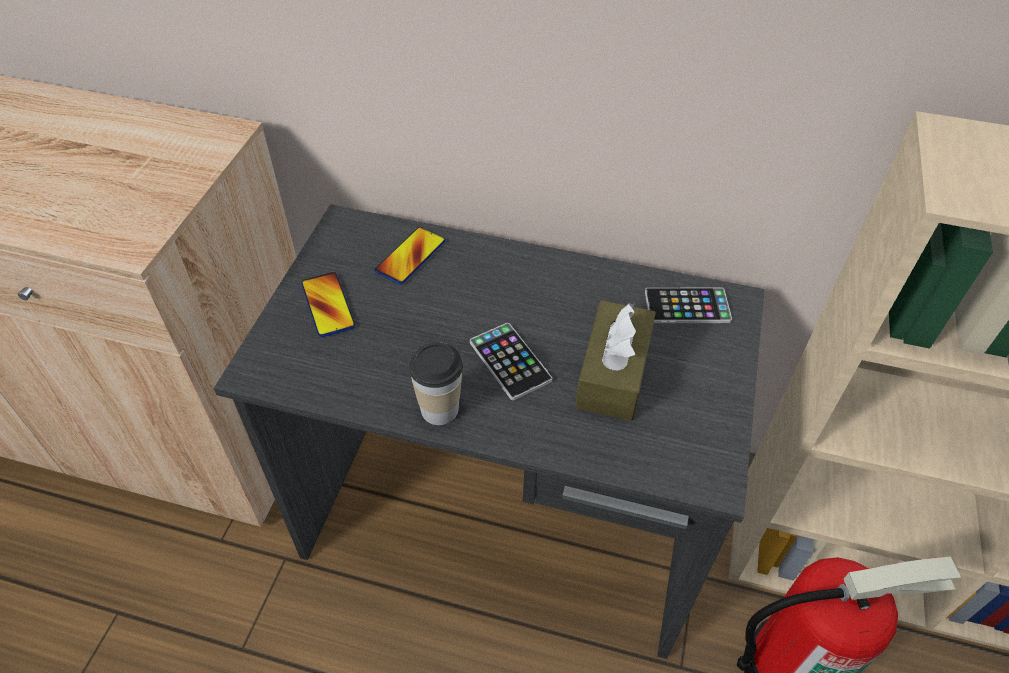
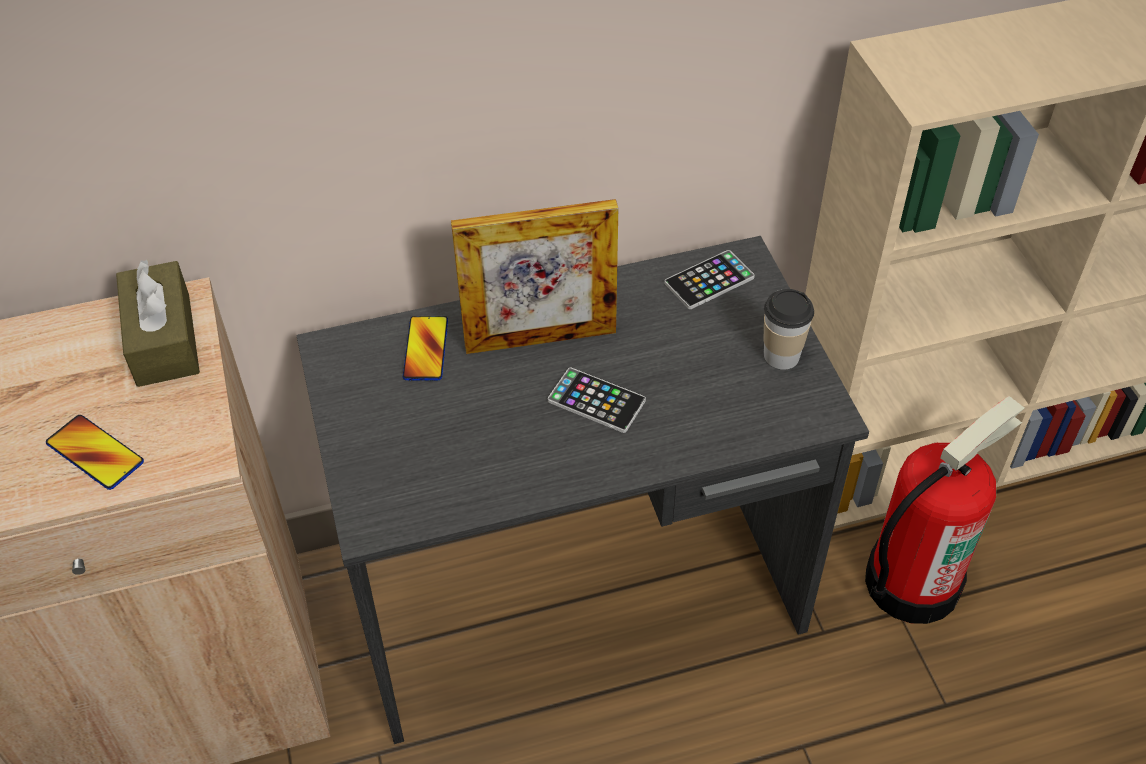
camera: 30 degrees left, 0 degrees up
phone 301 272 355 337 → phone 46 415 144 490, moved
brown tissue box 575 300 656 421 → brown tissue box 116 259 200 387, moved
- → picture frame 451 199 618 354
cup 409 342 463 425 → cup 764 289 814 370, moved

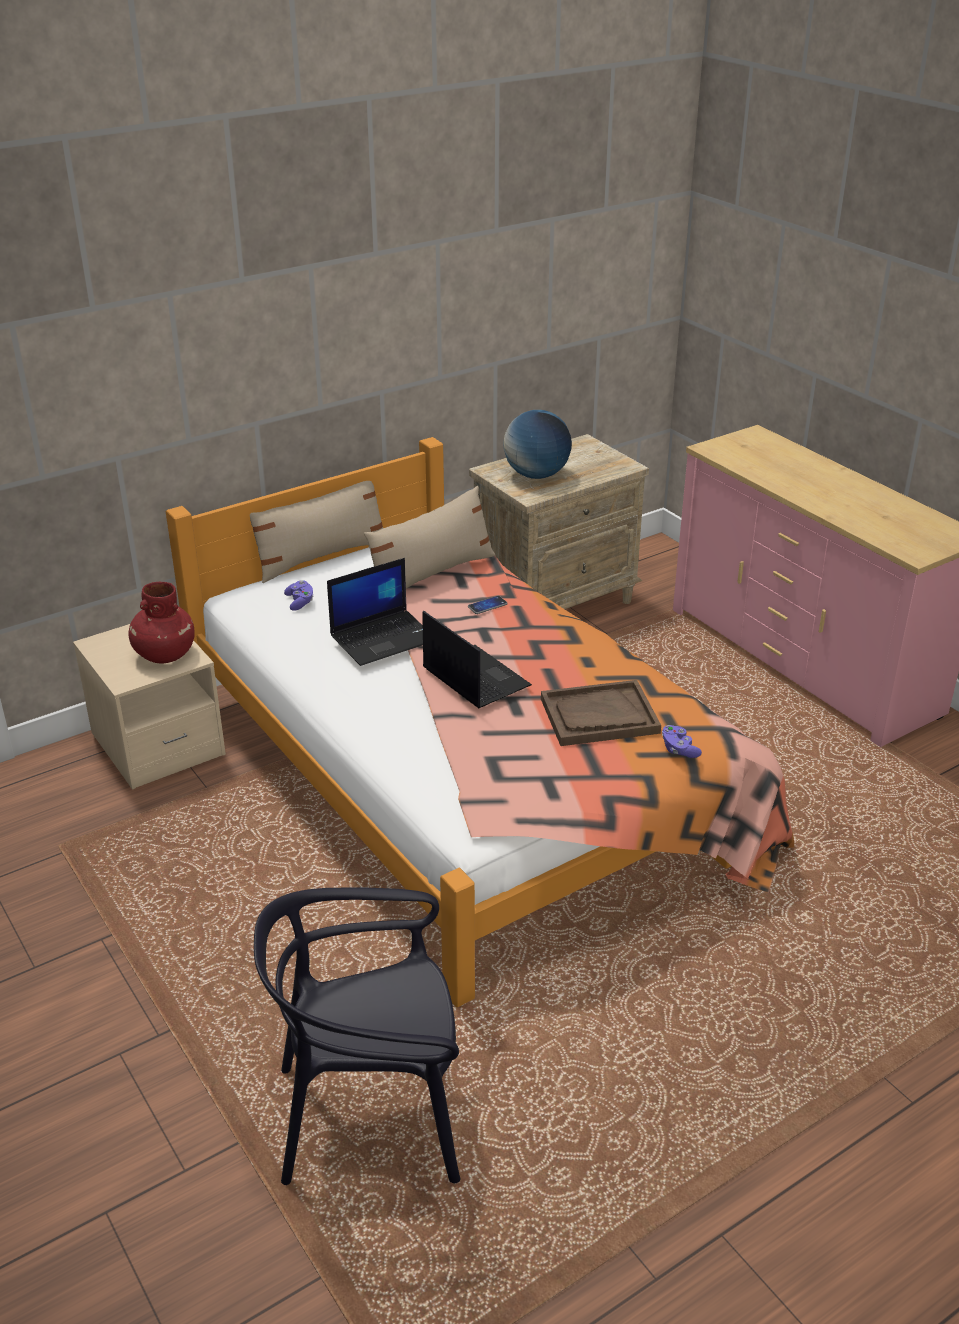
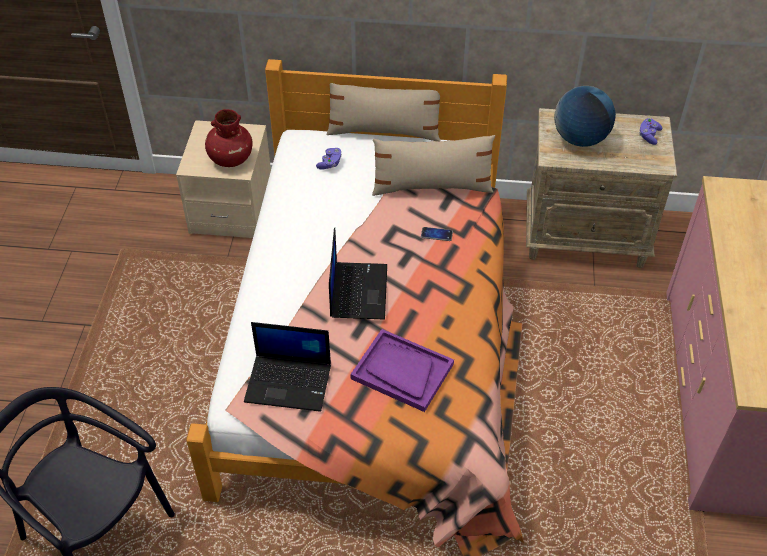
camera: 40 degrees right, 15 degrees up
laptop 327 558 423 666 → laptop 244 322 331 412, moved
brown tray 541 680 661 746 → purple tray 350 329 454 412
purple game controller 662 725 702 758 → purple game controller 639 118 662 145, moved

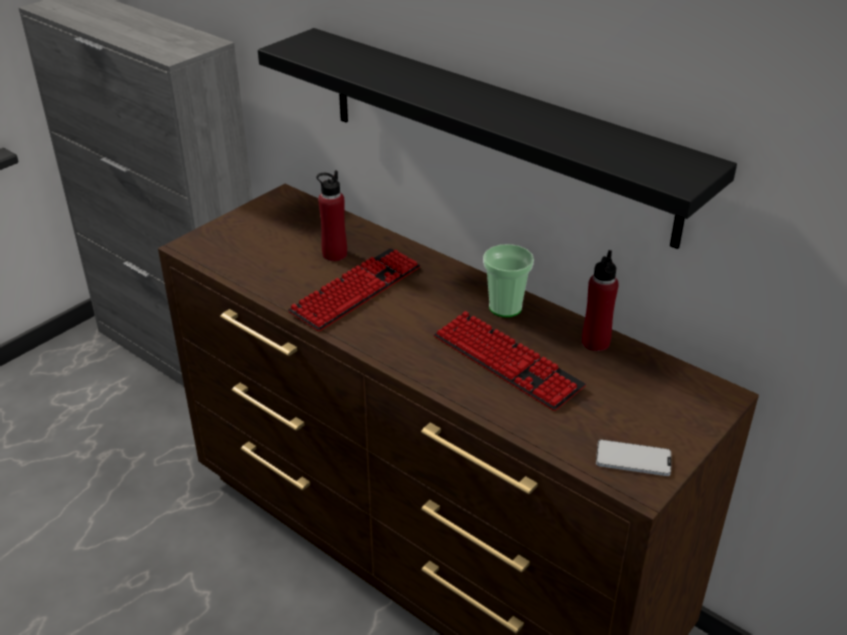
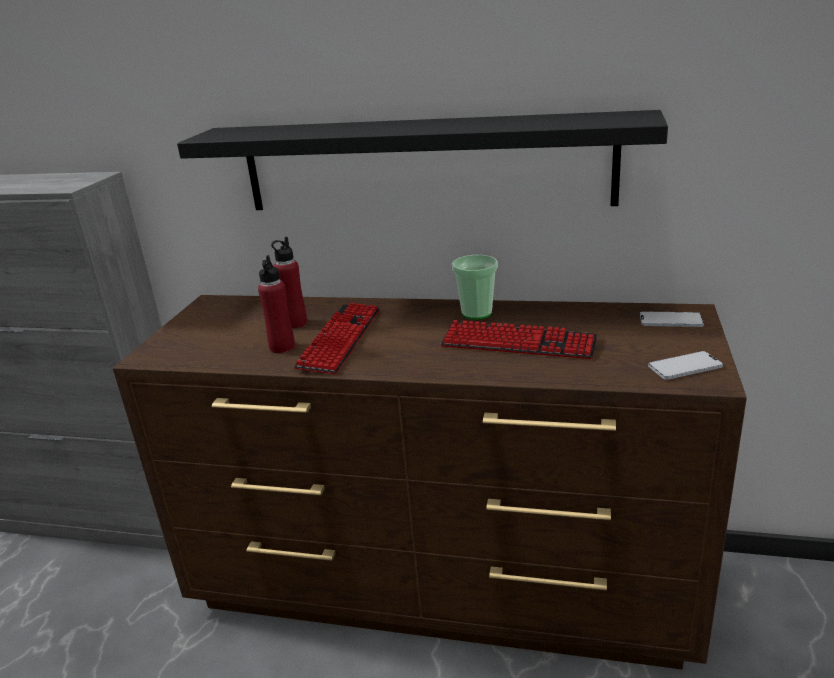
camera: 25 degrees left, 10 degrees down
red bottle 582 250 619 351 → red bottle 258 255 295 353, moved
- → phone 640 312 704 327

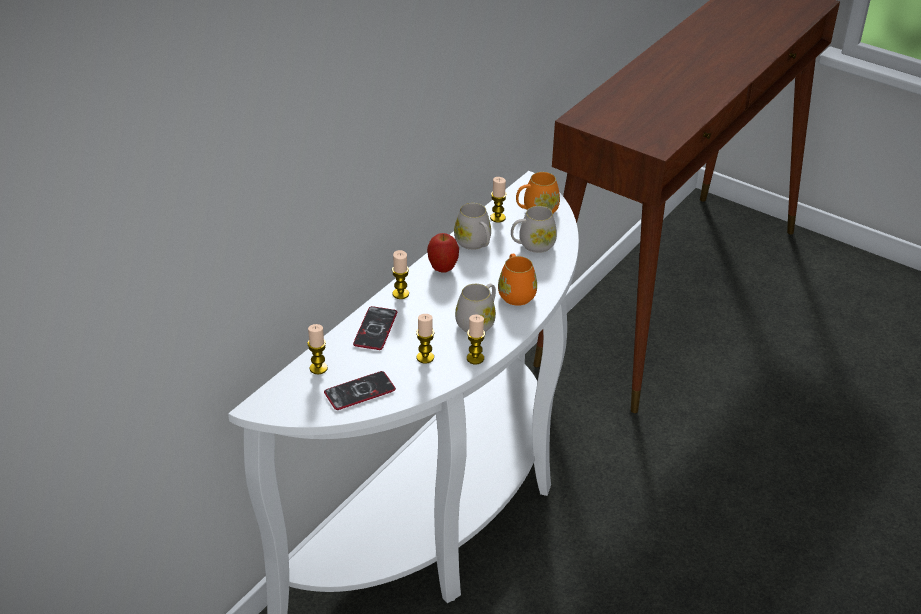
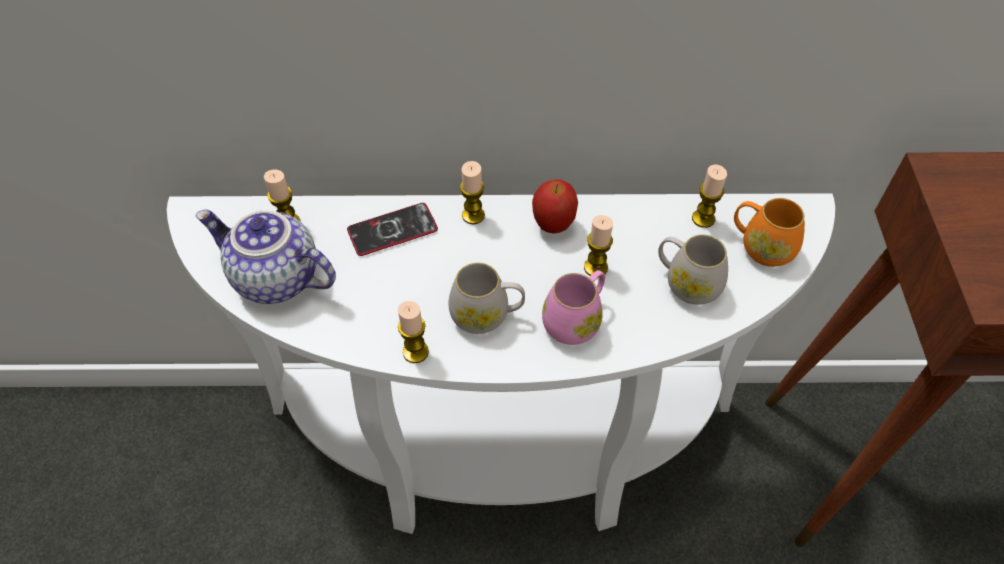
camera: 55 degrees right, 15 degrees up
phone 324 371 396 410 → teapot 196 210 336 304
orange mug 498 254 537 306 → pink mug 542 270 605 345
candle 416 314 434 364 → candle 584 215 613 276, moved
white mug 454 203 491 250 → -

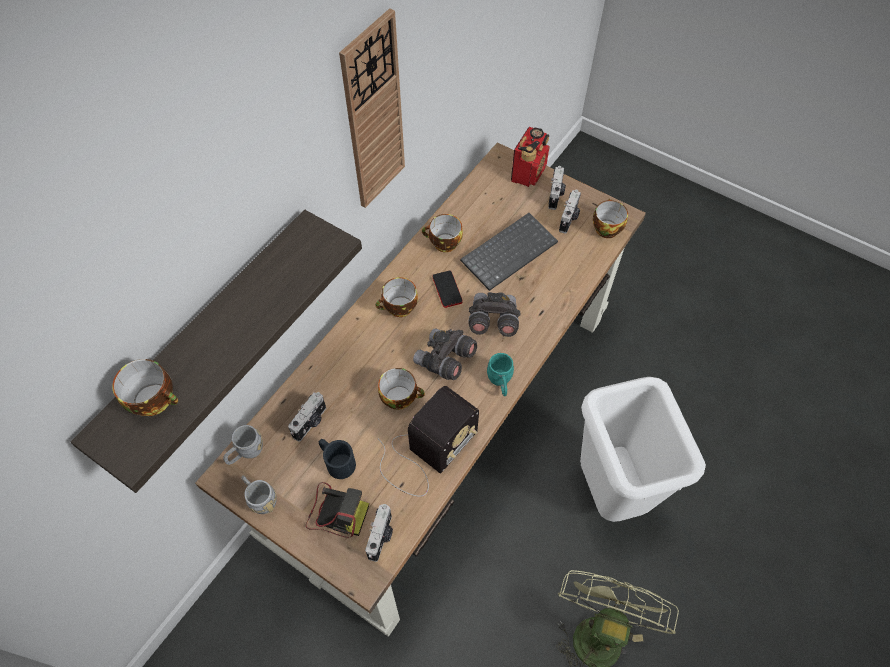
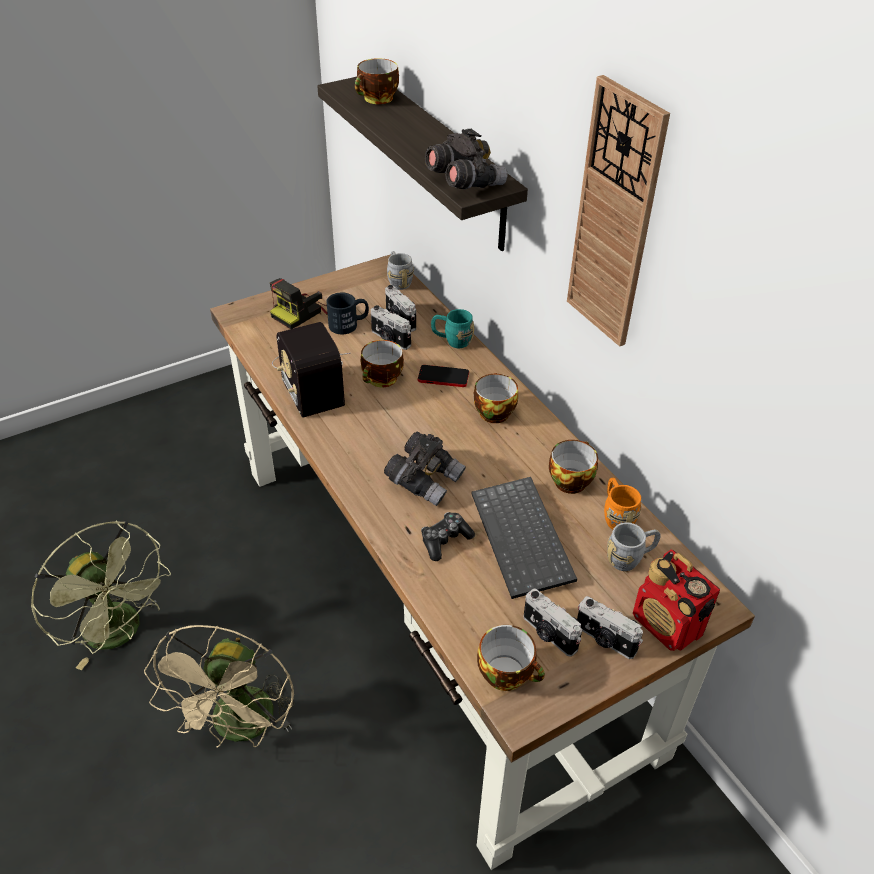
camera: 115 degrees right, 15 degrees down
white trash can 580 377 706 522 → beige fan 144 625 295 748
photo camera 365 504 393 562 → photo camera 371 305 411 350, moved
phone 433 270 463 308 → phone 418 365 469 387, moved
- → game controller 421 512 475 561
grey binoculars 413 328 477 380 → grey binoculars 425 129 507 189, moved
turquoise mug 487 353 514 396 → turquoise mug 431 309 474 348, moved
- → orange mug 604 478 642 530
grey mug 241 475 277 514 → grey mug 607 522 661 571, moved

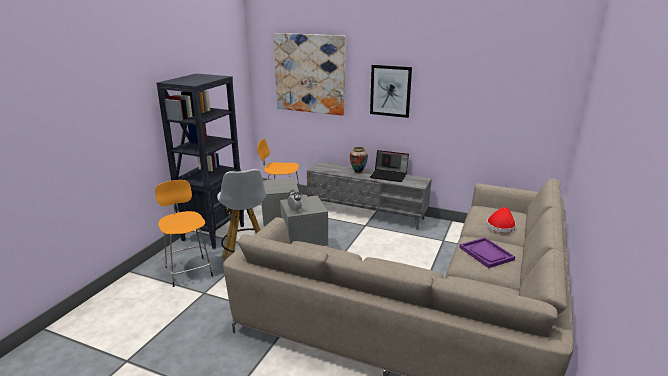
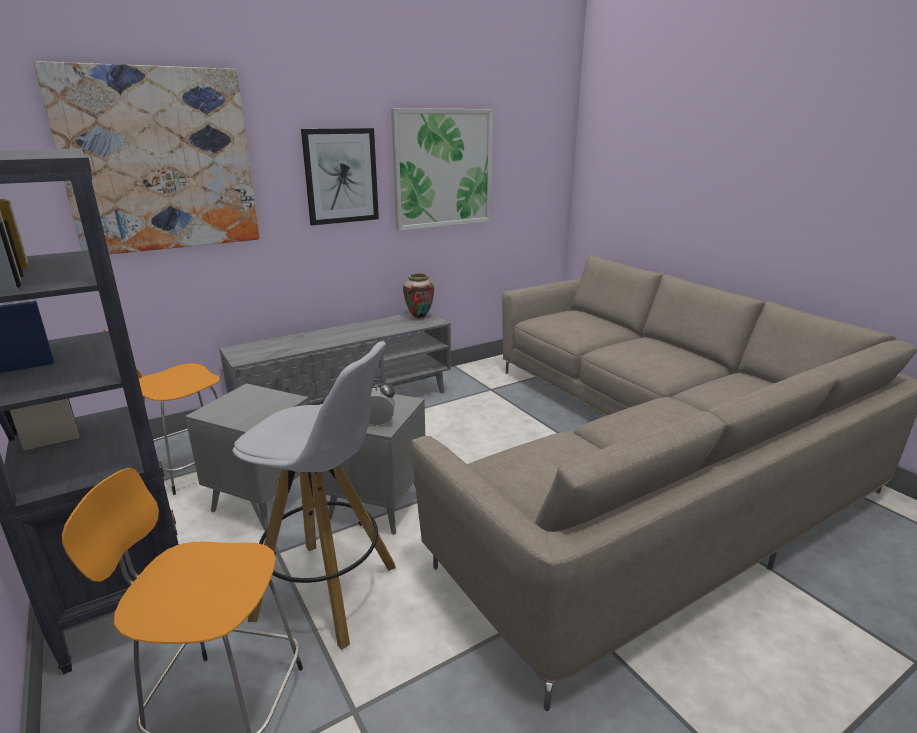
camera: 55 degrees left, 0 degrees up
- → picture 391 108 493 231
vase 350 147 368 173 → vase 403 273 434 319, moved
laptop 370 150 409 182 → -
purple tray 459 237 515 268 → -
red hat 487 207 516 233 → -

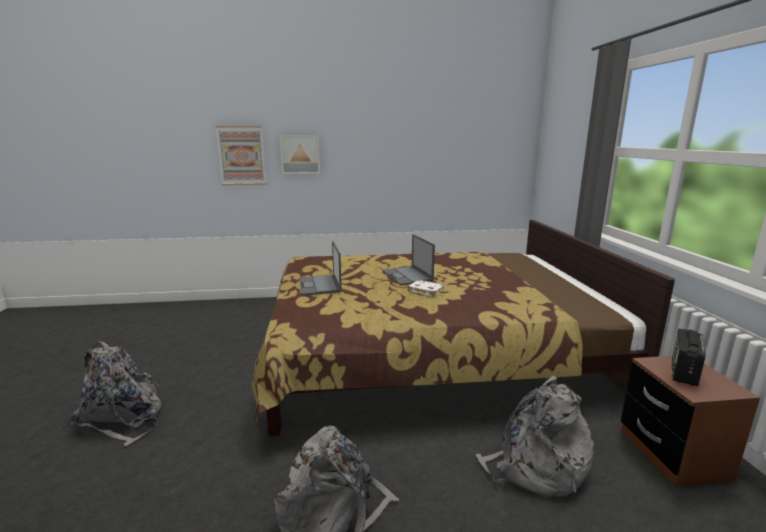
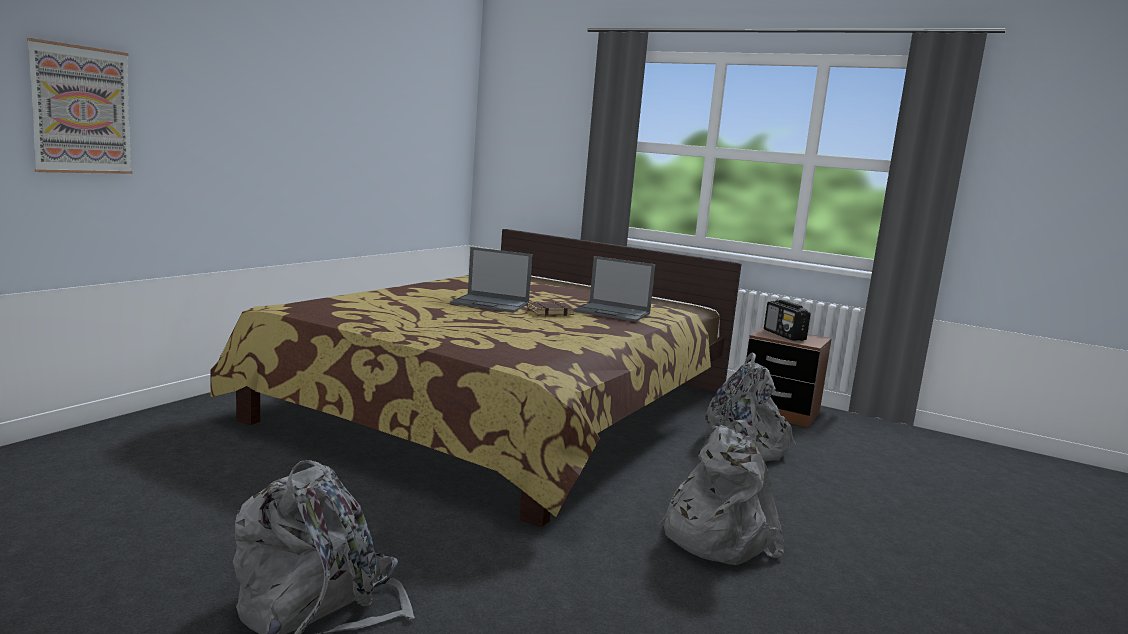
camera: 55 degrees left, 5 degrees down
white book 407 280 445 296 → brown book 527 302 575 316
laptop 299 241 341 296 → laptop 574 256 655 322, moved
picture 280 135 320 174 → -

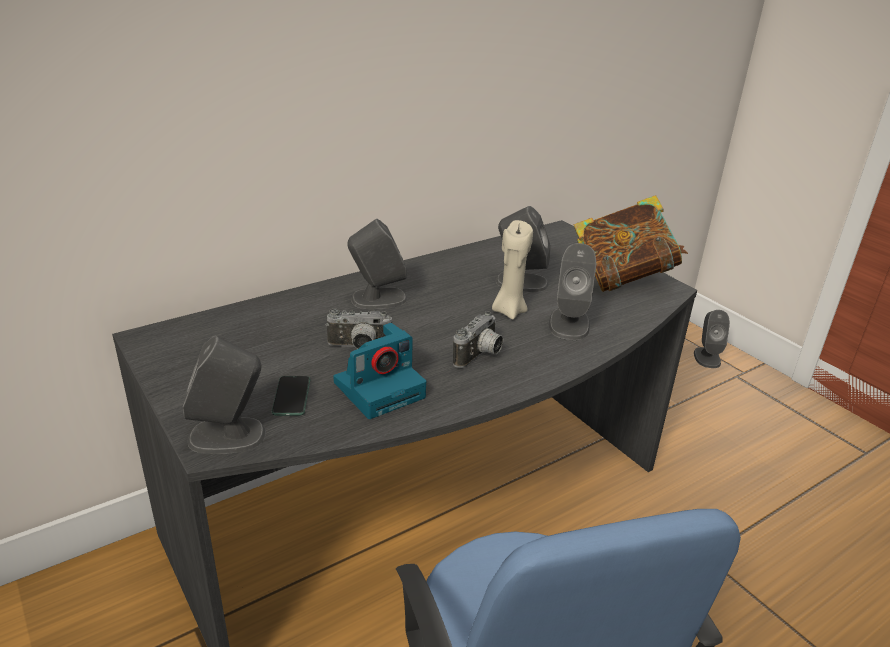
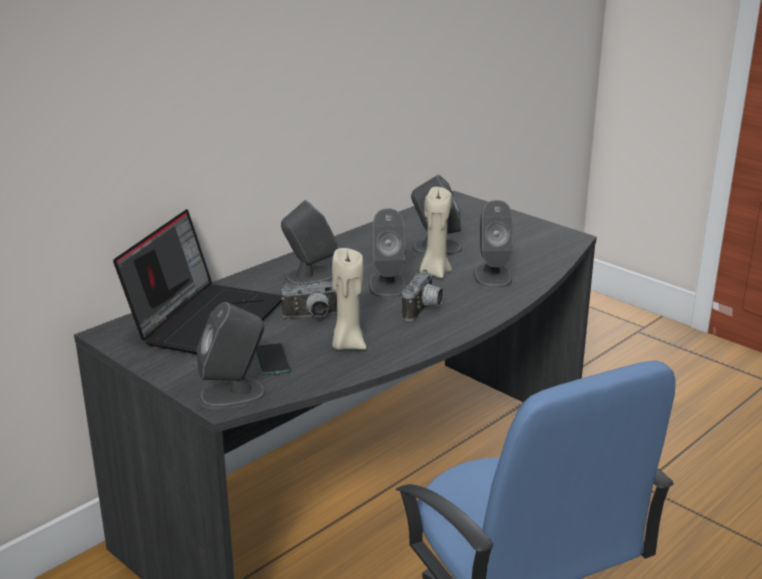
camera: 10 degrees left, 5 degrees down
- → laptop 113 209 282 354
photo camera 333 323 426 419 → beige candle 332 248 367 350
grey speaker 694 310 730 368 → grey speaker 368 208 407 299, moved
book 574 195 688 292 → -

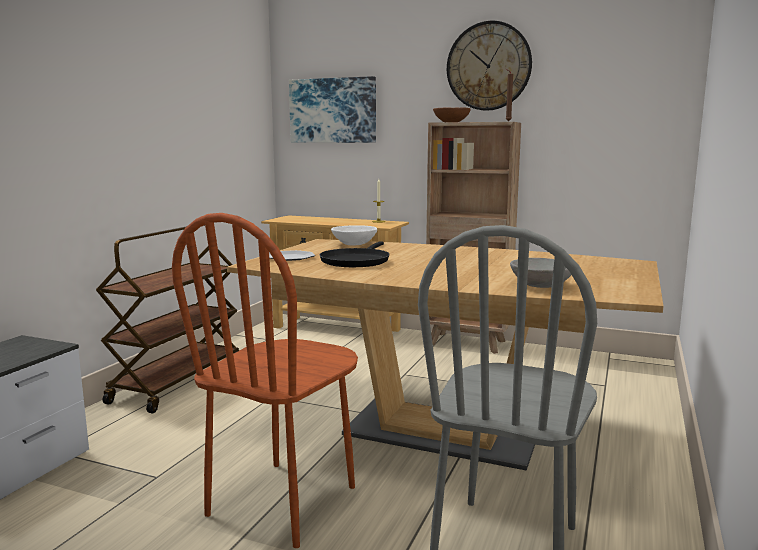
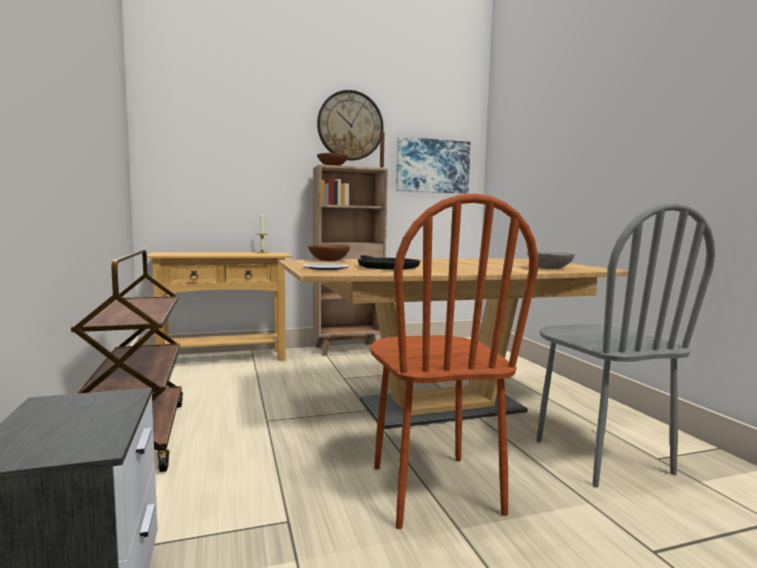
camera: 40 degrees left, 5 degrees down
white bowl 331 225 377 245 → brown bowl 308 245 350 261
picture 289 76 376 143 → picture 396 136 470 194, moved

